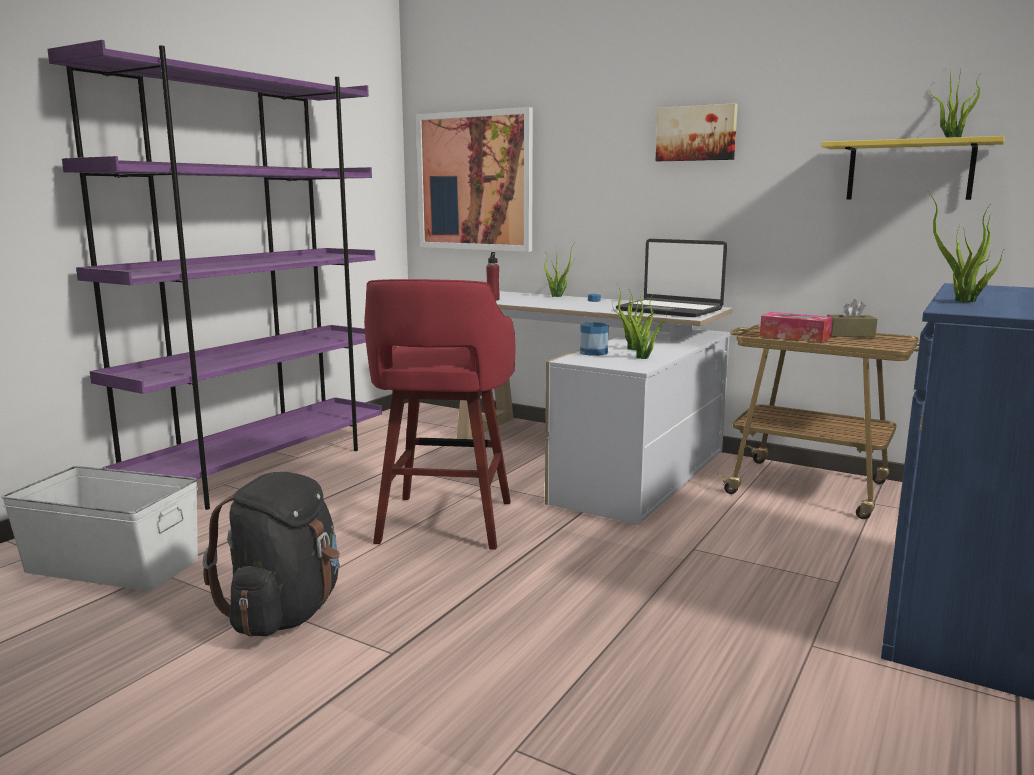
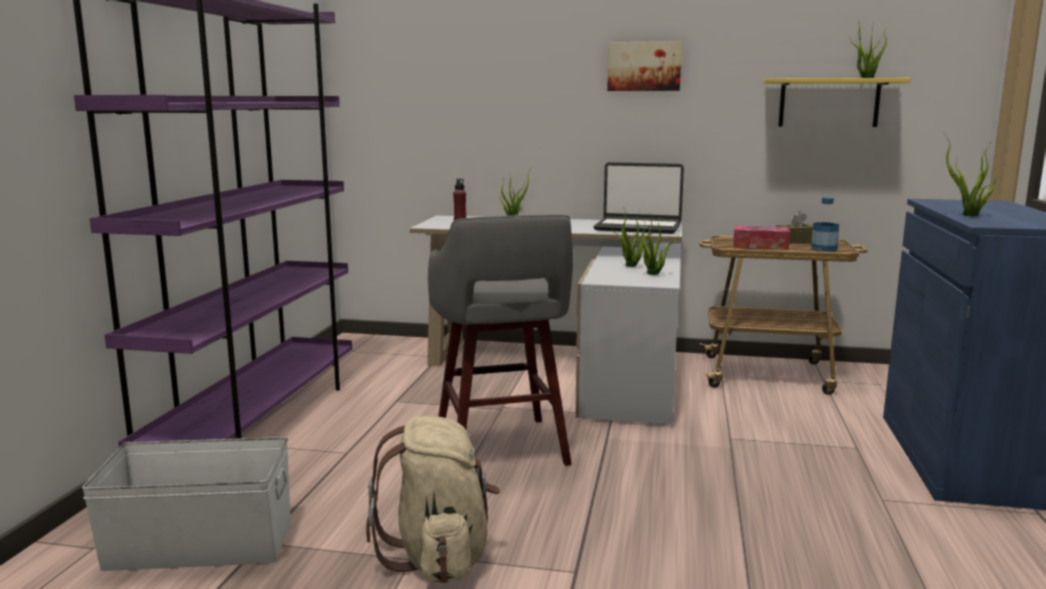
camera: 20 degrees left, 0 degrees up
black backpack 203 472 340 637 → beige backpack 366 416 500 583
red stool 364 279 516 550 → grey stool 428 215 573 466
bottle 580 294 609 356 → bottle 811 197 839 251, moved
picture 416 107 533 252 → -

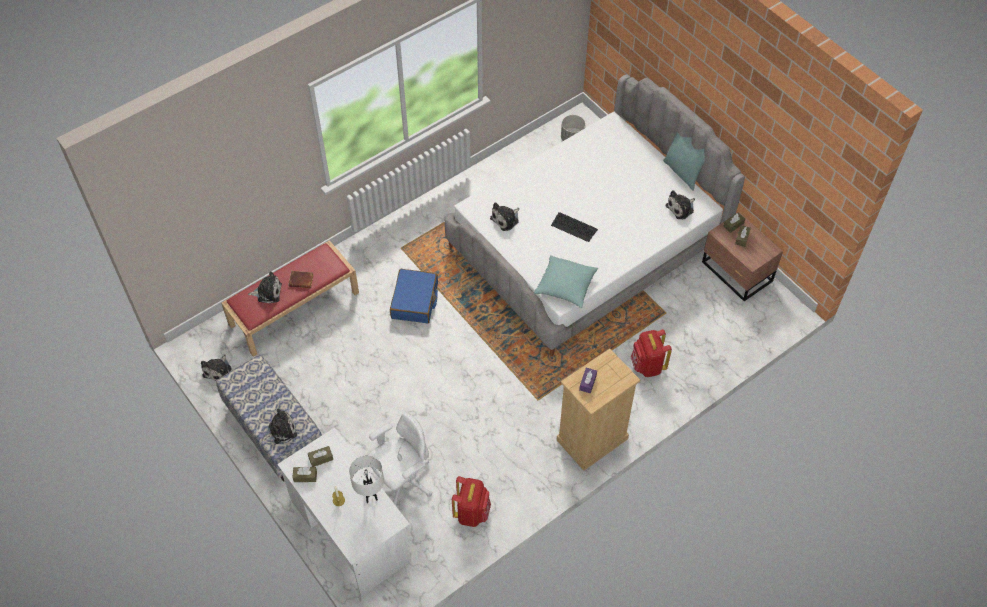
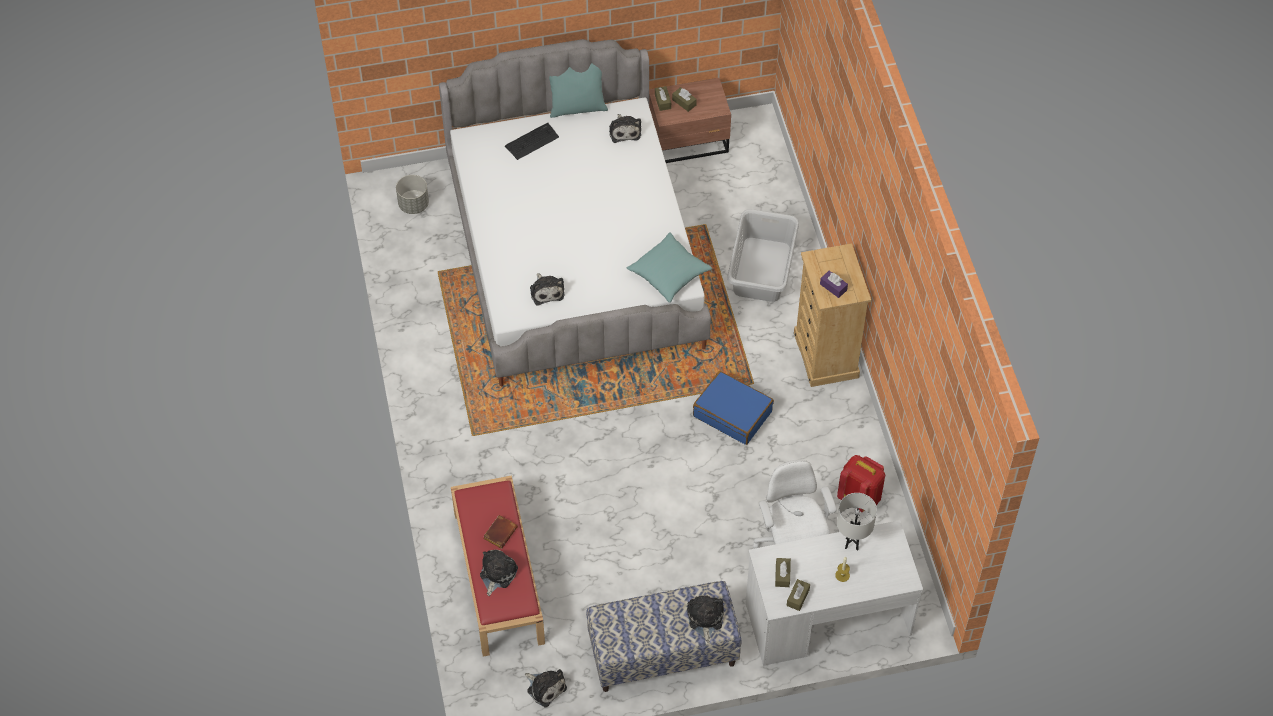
camera: 65 degrees left, 0 degrees up
keyboard 551 212 598 242 → keyboard 504 123 559 160, moved
blue suitcase 390 269 438 323 → blue suitcase 693 371 774 445, moved
red backpack 631 330 672 377 → grey laundry basket 727 209 799 302

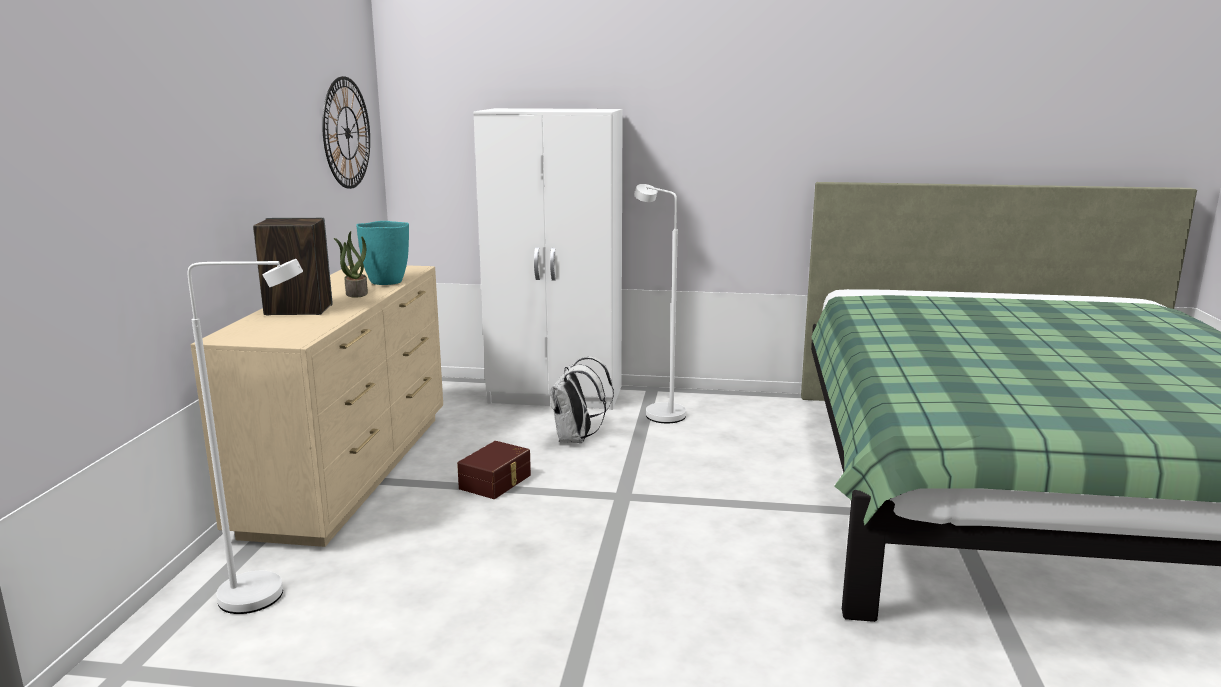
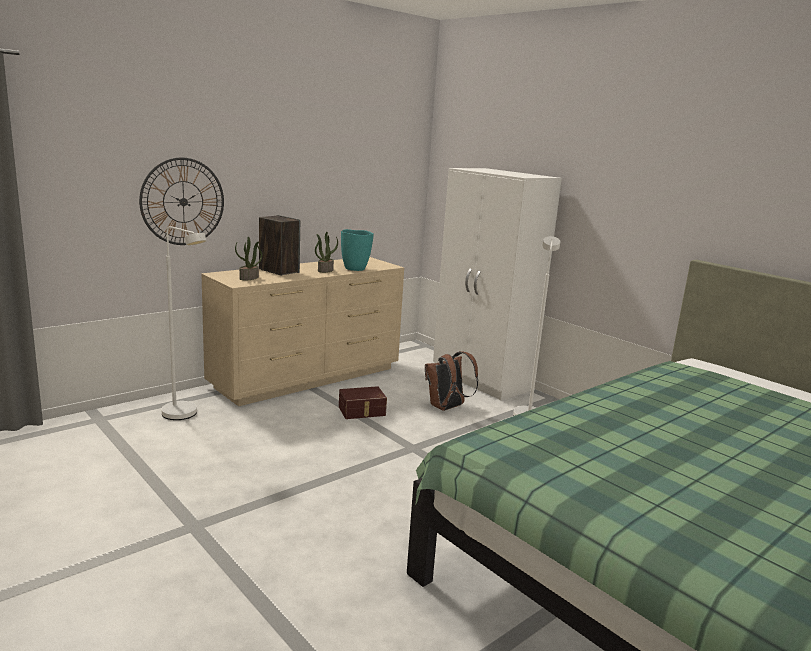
camera: 40 degrees right, 0 degrees up
wall clock 322 76 370 189 → wall clock 139 157 224 245, moved
- → potted plant 235 237 262 280
white backpack 550 357 614 443 → brown backpack 425 351 478 411

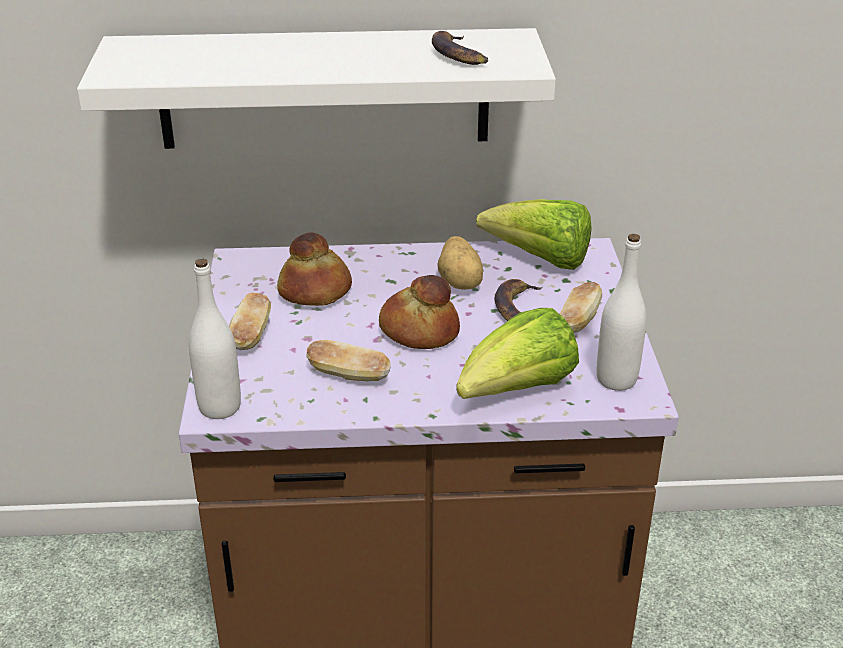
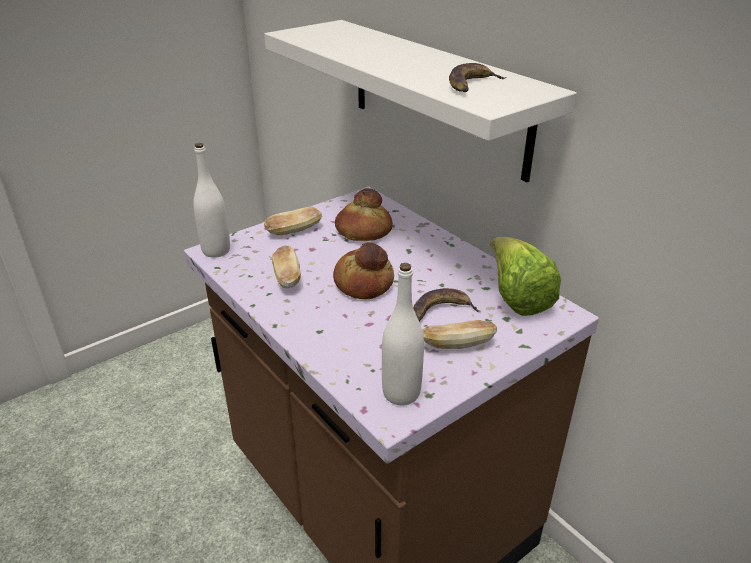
camera: 55 degrees right, 0 degrees up
potato 438 236 483 290 → -
lettuce 456 308 579 399 → -

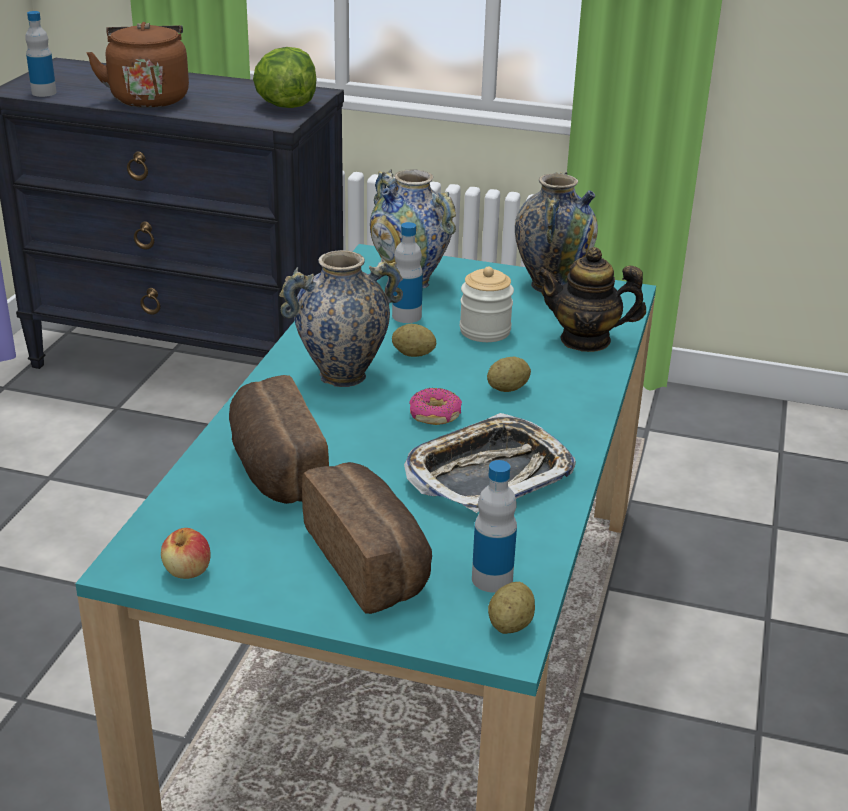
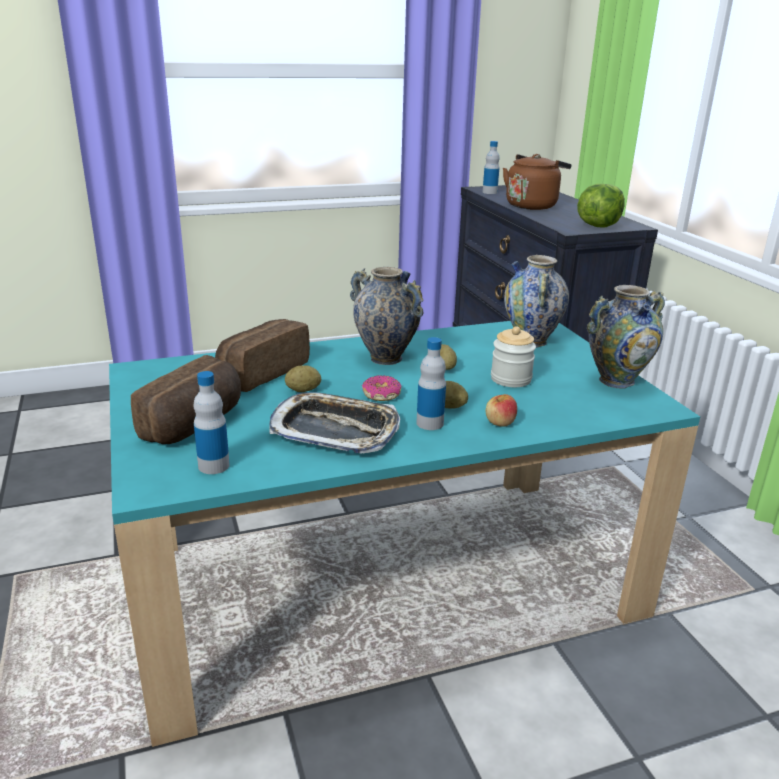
camera: 55 degrees right, 5 degrees down
potato 488 582 535 634 → potato 285 365 321 392, moved
bottle 392 222 423 323 → bottle 416 337 446 430, moved
apple 161 528 211 579 → apple 486 394 517 427, moved
teapot 537 247 646 352 → -

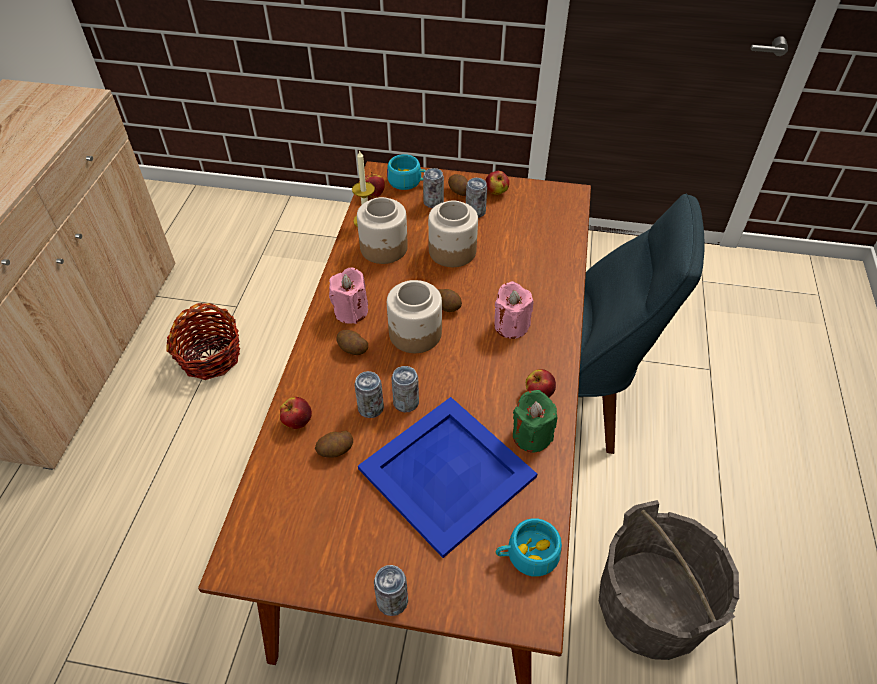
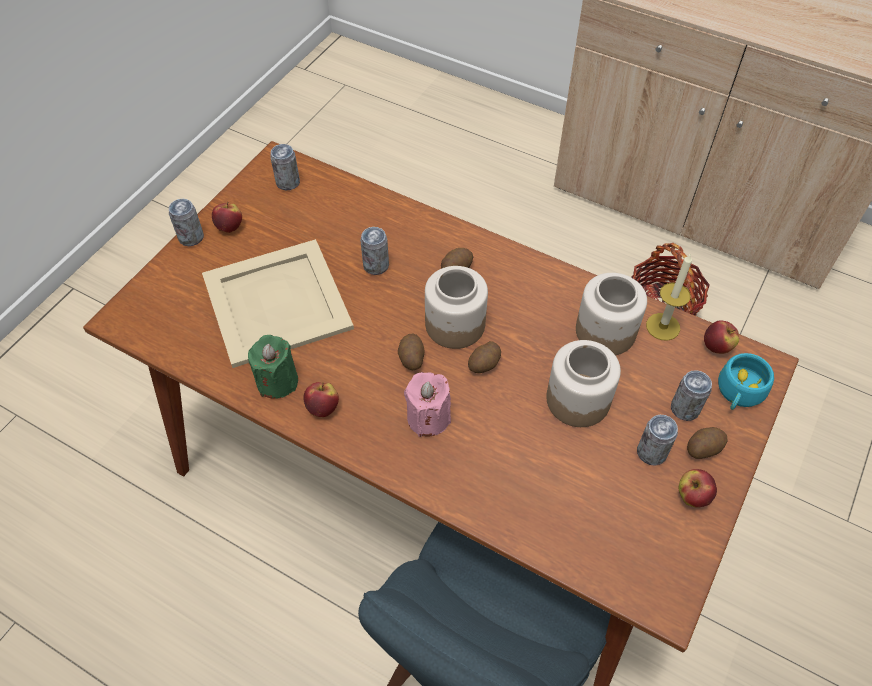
camera: 110 degrees right, 5 degrees up
blue tray 358 397 537 558 → beige tray 202 239 354 368
apple 280 397 312 429 → apple 212 202 242 233, moved
can 392 366 419 412 → can 270 144 300 190, moved
potato 315 431 353 458 → potato 398 334 424 370, moved
pink candle 329 268 368 324 → -
turquoise cup 496 518 562 577 → -
grey bucket 599 500 739 660 → -

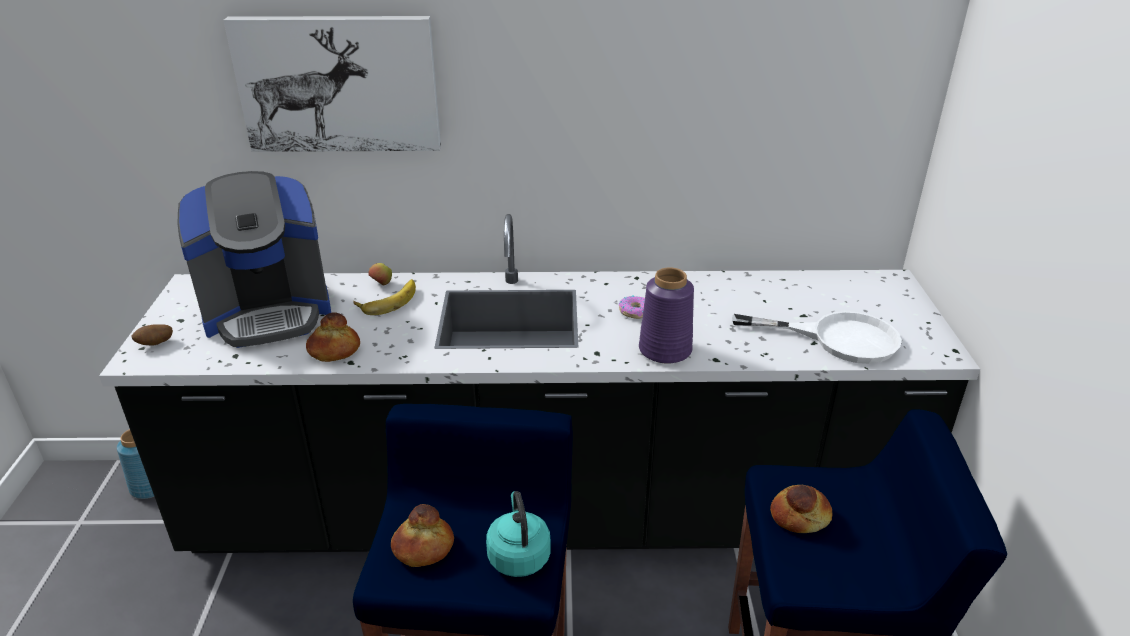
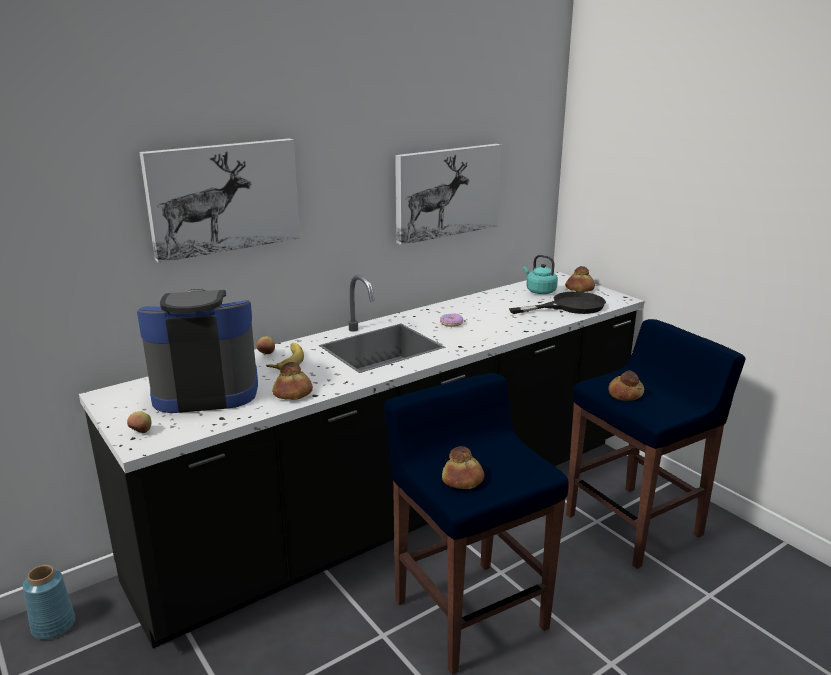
camera: 35 degrees left, 10 degrees down
potato 131 324 173 346 → apple 127 411 151 433
coffee machine 178 171 331 348 → coffee machine 137 289 258 413, 135 degrees counterclockwise
- → picture 395 144 501 245
white frying pan 732 311 902 364 → black frying pan 509 291 606 314
turquoise kettle 486 491 551 577 → turquoise kettle 523 255 558 294, moved
- → bread 565 266 595 292
purple vase 639 267 694 364 → -

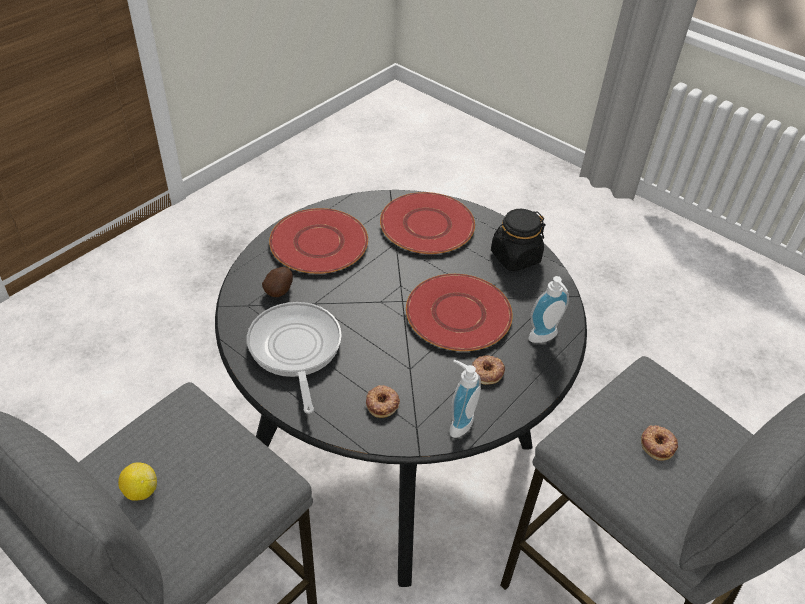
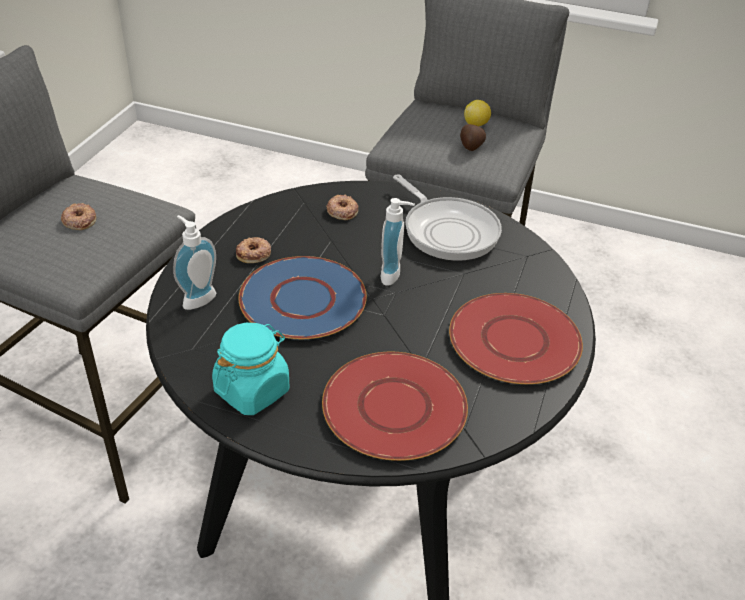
camera: 160 degrees right, 5 degrees down
black jar 491 209 545 271 → turquoise jar 212 323 289 415
red plate 406 274 513 351 → blue plate 239 256 367 340
soap dispenser 449 360 481 438 → soap dispenser 381 198 415 286, moved
potato 262 267 293 297 → potato 460 124 486 151, moved

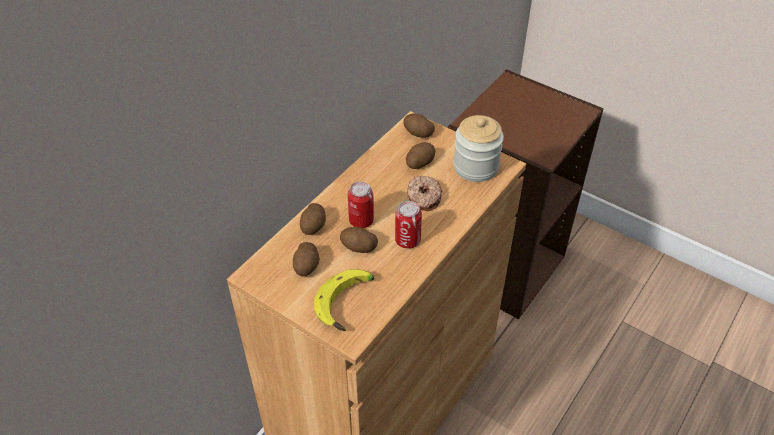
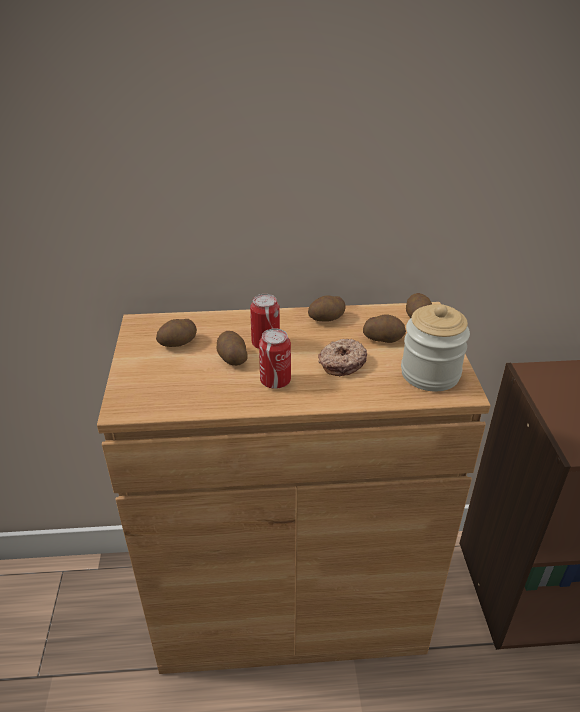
camera: 50 degrees right, 10 degrees down
potato 300 203 326 235 → potato 308 295 345 322, moved
banana 314 269 374 331 → -

